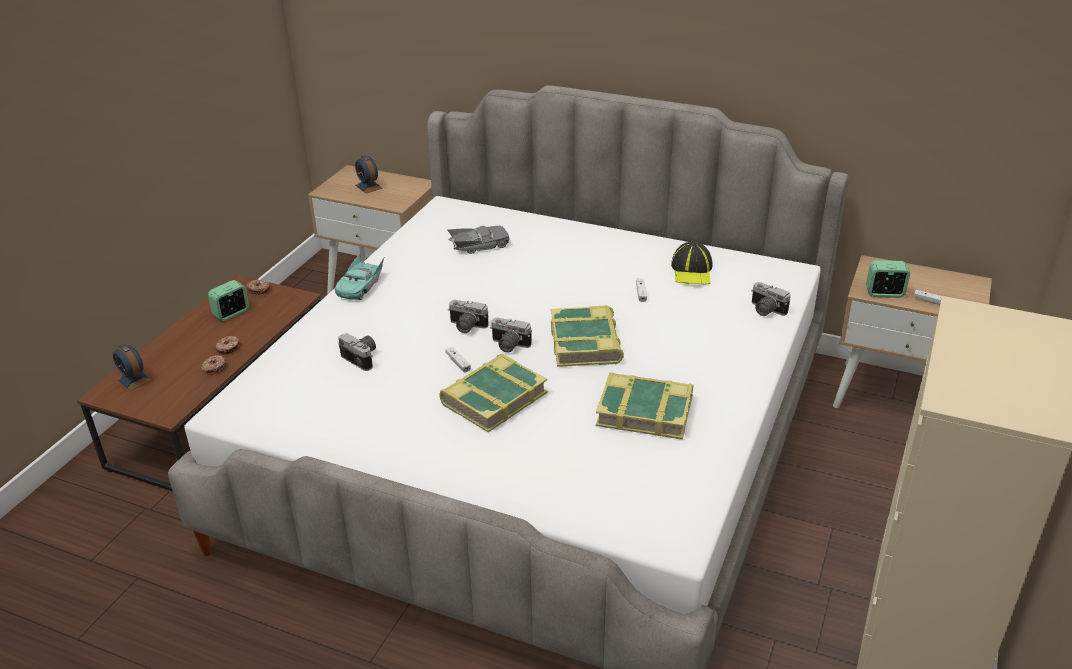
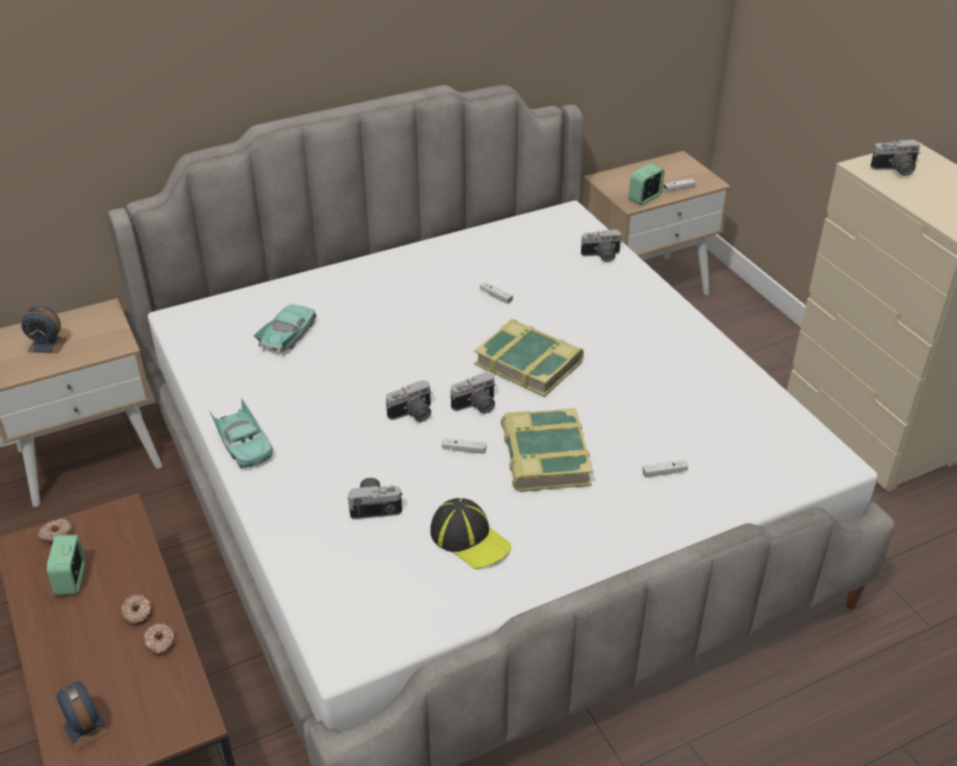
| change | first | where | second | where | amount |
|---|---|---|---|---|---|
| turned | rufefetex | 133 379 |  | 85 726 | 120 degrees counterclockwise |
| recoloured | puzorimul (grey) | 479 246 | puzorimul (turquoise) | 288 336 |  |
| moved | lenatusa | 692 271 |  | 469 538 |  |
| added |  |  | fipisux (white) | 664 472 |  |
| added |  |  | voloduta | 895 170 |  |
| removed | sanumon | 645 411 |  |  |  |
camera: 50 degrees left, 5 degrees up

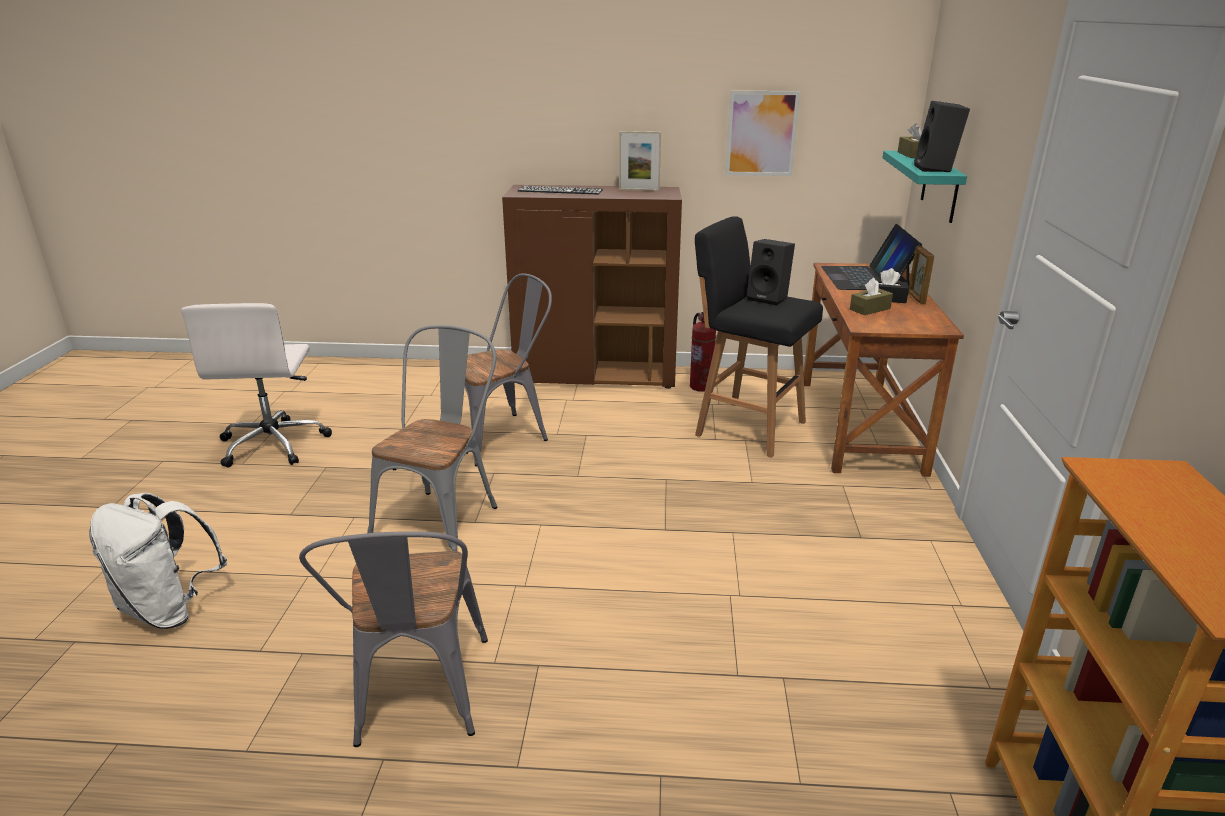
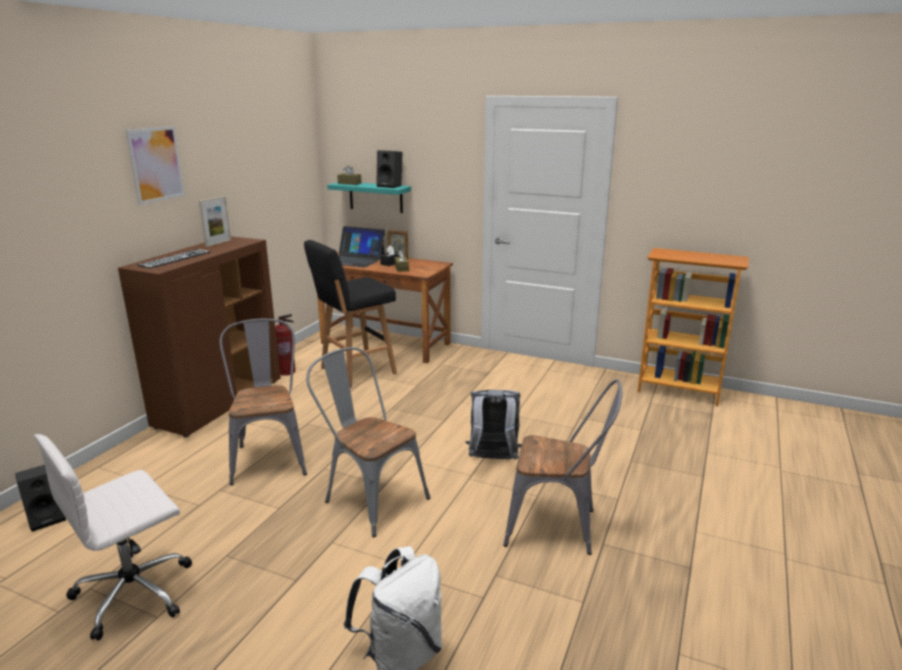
| change | first | where | second | where | amount |
|---|---|---|---|---|---|
| moved | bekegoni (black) | 769 298 |  | 48 517 |  |
| turned | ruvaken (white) | 274 444 |  | 135 592 | 120 degrees clockwise |
| moved | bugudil | 761 134 |  | 156 164 |  |
| added |  |  | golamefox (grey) | 493 460 |  |
camera: 70 degrees left, 5 degrees down

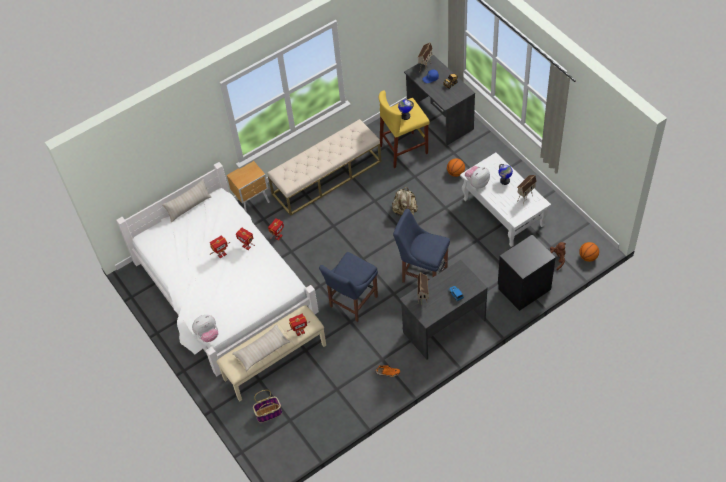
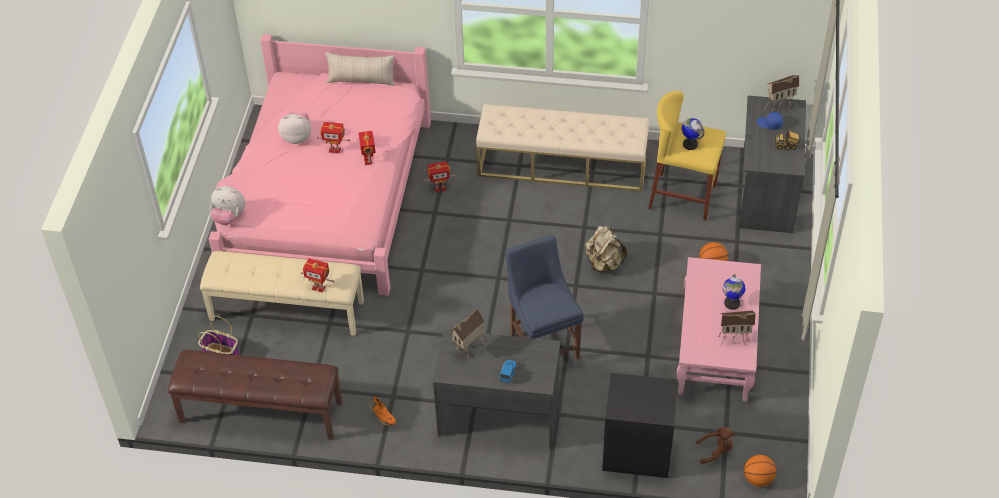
| change | first | where | second | where | amount |
|---|---|---|---|---|---|
| added |  |  | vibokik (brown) | 260 412 |  |
| recoloured | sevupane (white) | 223 288 | sevupane (pink) | 327 197 |  |
| moved | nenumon | 477 183 |  | 297 137 |  |
| recoloured | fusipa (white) | 502 212 | fusipa (pink) | 715 349 |  |
| removed | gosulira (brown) | 253 203 |  |  |  |
| removed | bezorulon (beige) | 262 350 |  |  |  |
| removed | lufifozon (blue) | 352 303 |  |  |  |
camera: 40 degrees right, 5 degrees down

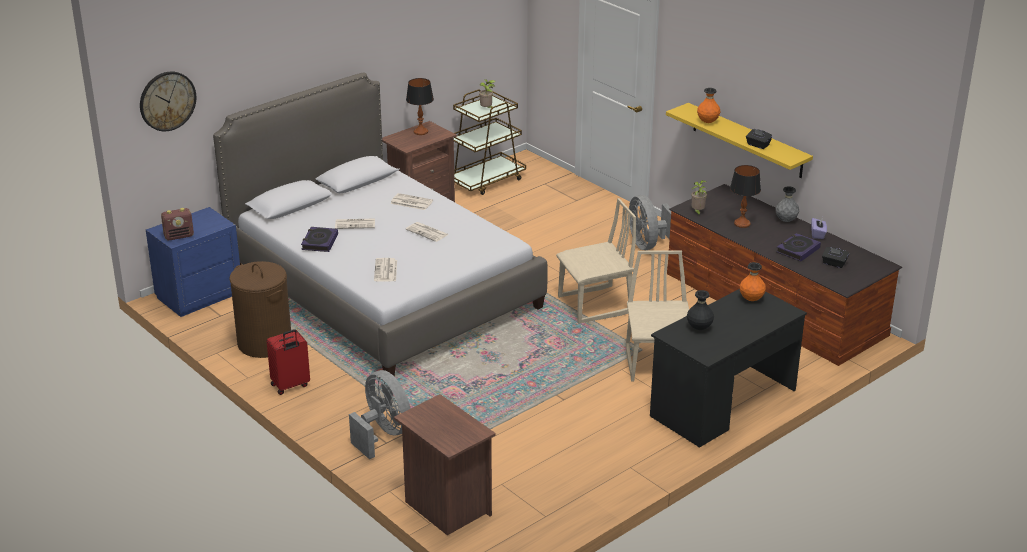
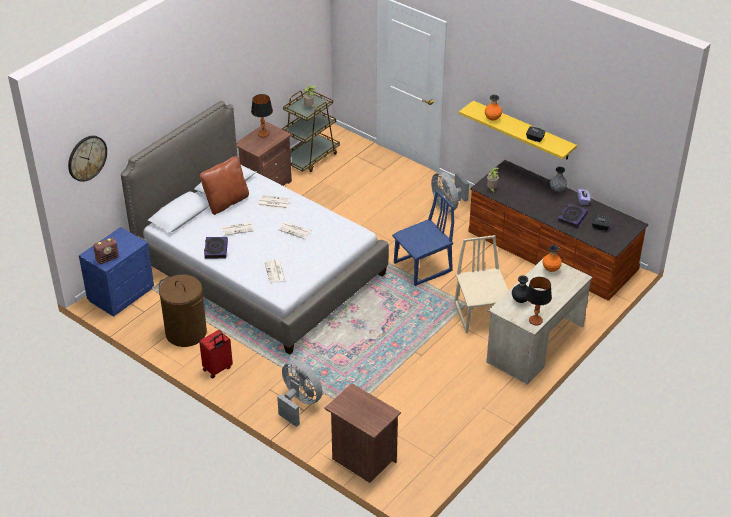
| change | first | where | second | where | amount |
|---|---|---|---|---|---|
| added |  |  | bezorulon (brown) | 226 202 |  |
| recoloured | lufifozon (beige) | 595 305 | lufifozon (blue) | 423 267 |  |
| recoloured | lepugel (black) | 723 403 | lepugel (beige) | 535 344 |  |
| moved | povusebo | 741 224 |  | 535 320 |  |
camera: 10 degrees left, 10 degrees up

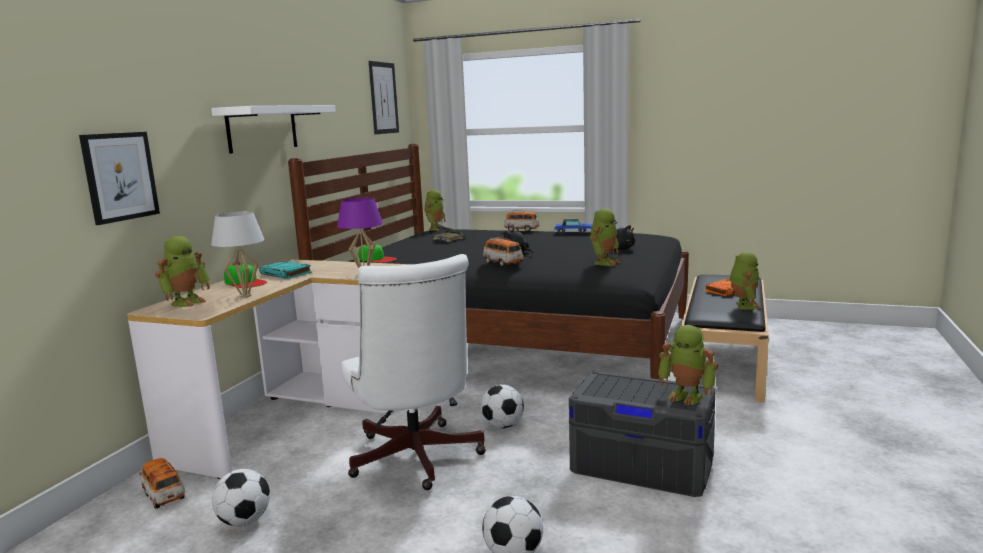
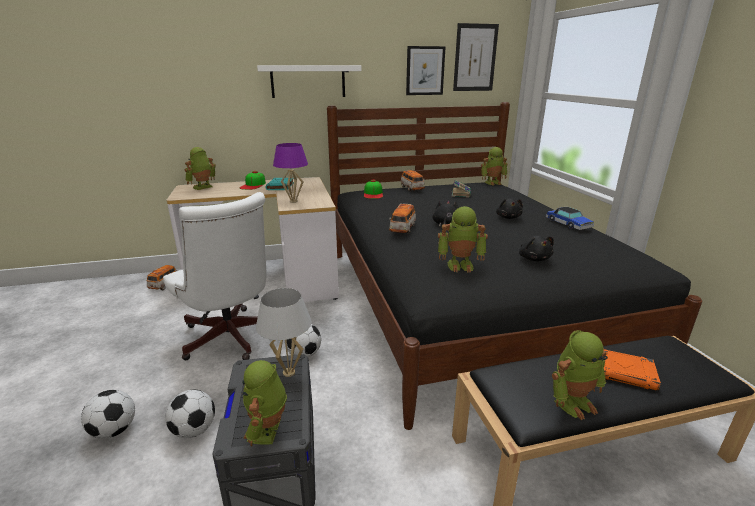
| change | first | where | second | where | amount |
|---|---|---|---|---|---|
| turned | ruvaken (white) | 416 461 |  | 231 339 | 75 degrees counterclockwise |
| moved | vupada | 244 521 |  | 194 430 |  |
| turned | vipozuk | 187 302 |  | 203 187 | 135 degrees clockwise |
| moved | povusebo (white) | 245 296 |  | 288 372 |  |
| moved | puzorimul | 521 230 |  | 412 188 |  |
| moved | bugudil | 120 176 |  | 425 71 |  |
| added |  |  | nenumon (black) | 508 217 |  |
camera: 55 degrees right, 10 degrees up

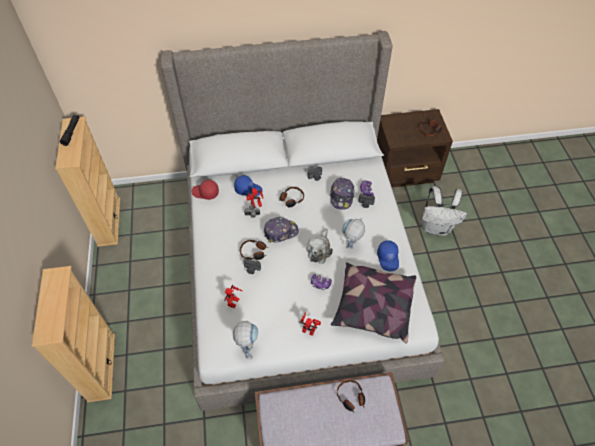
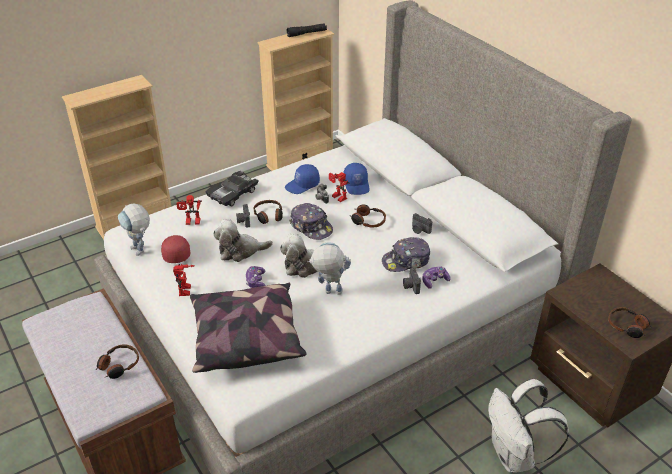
| change | first | where | second | where | amount |
|---|---|---|---|---|---|
| turned | vipozuk | 248 349 |  | 141 252 | 75 degrees clockwise |
| moved | lenatusa (red) | 205 193 |  | 176 252 |  |
| added |  |  | puzorimul (black) | 233 194 |  |
| added |  |  | nenumon | 240 251 |  |
| moved | lenatusa (blue) | 388 258 |  | 302 185 |  |
camera: 65 degrees right, 15 degrees down

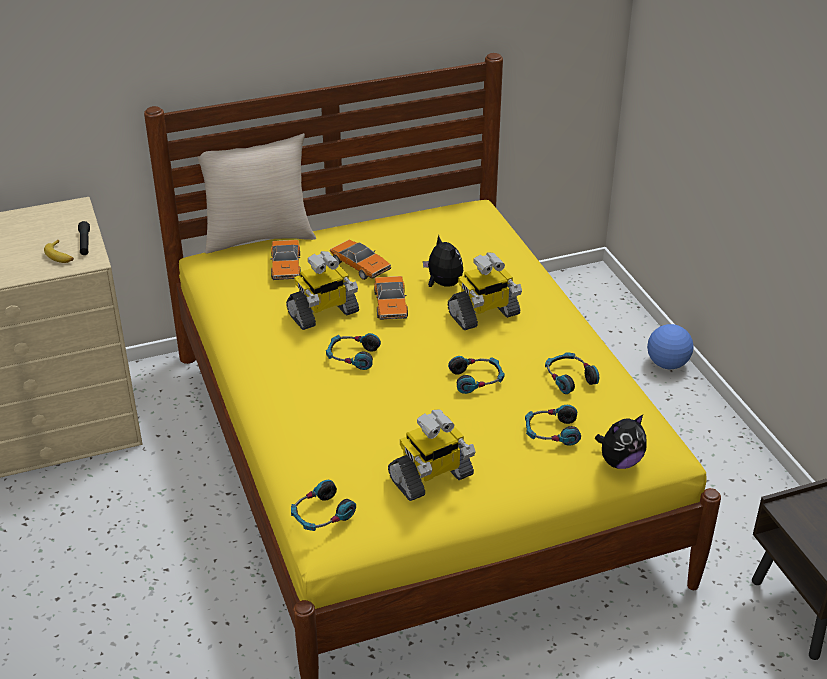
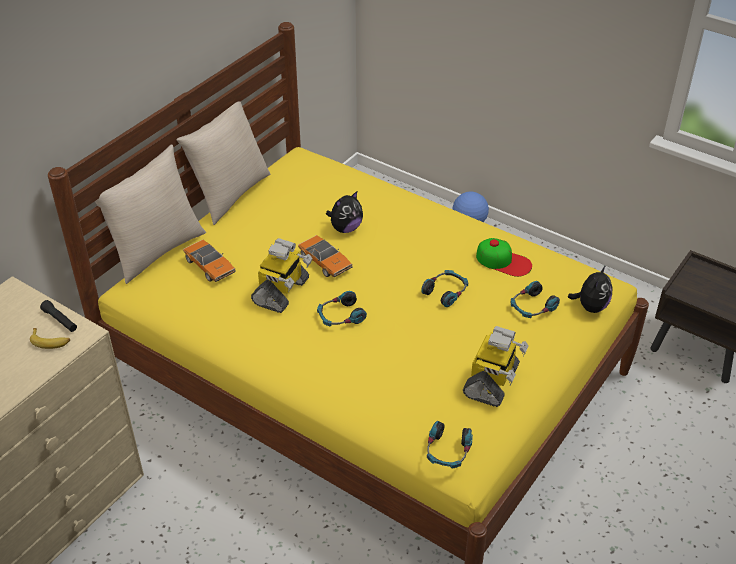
| change | first | where | second | where | amount |
|---|---|---|---|---|---|
| added |  |  | bezorulon (beige) | 230 194 |  |
| turned | nenumon | 443 284 |  | 345 228 | 120 degrees clockwise |
| replaced | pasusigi | 569 378 | lenatusa | 503 261 |  |
| removed | puzorimul | 360 266 |  |  |  |
| removed | vipozuk | 484 315 |  |  |  |
camera: 35 degrees left, 5 degrees up

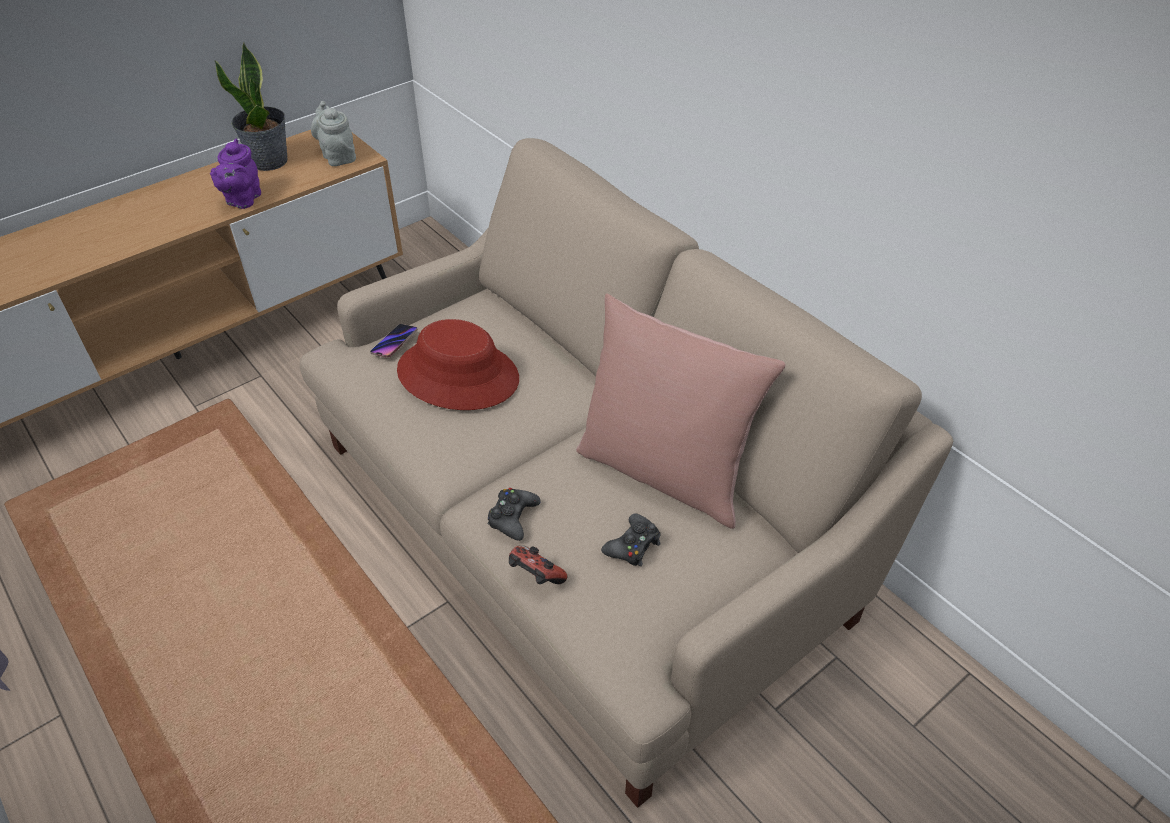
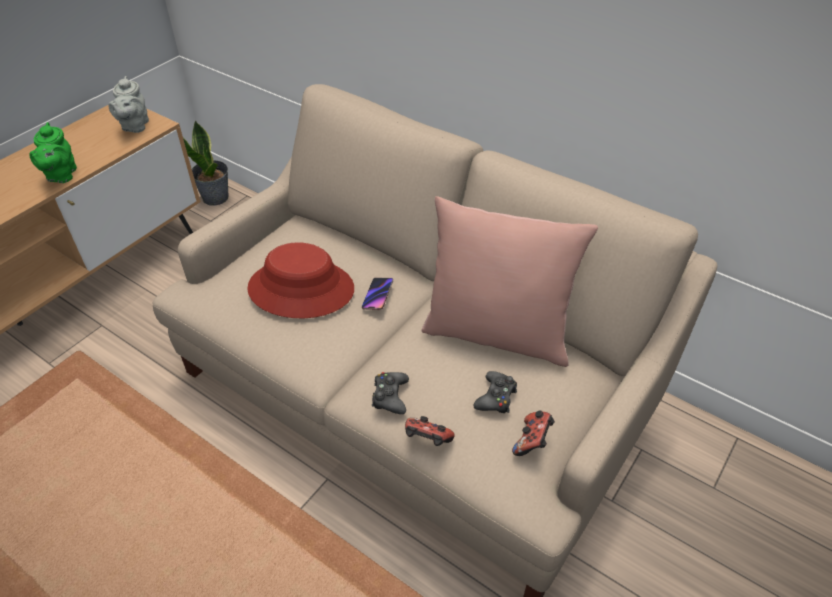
| change | first | where | second | where | amount |
|---|---|---|---|---|---|
| recoloured | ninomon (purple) | 242 200 | ninomon (green) | 61 176 |  |
| turned | ninomon (grey) | 338 156 |  | 134 126 | 135 degrees counterclockwise |
| moved | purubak | 270 161 |  | 216 197 |  |
| moved | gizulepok | 394 343 |  | 378 295 |  |
| added |  |  | fipisux | 532 441 |  |
camera: 15 degrees left, 0 degrees up

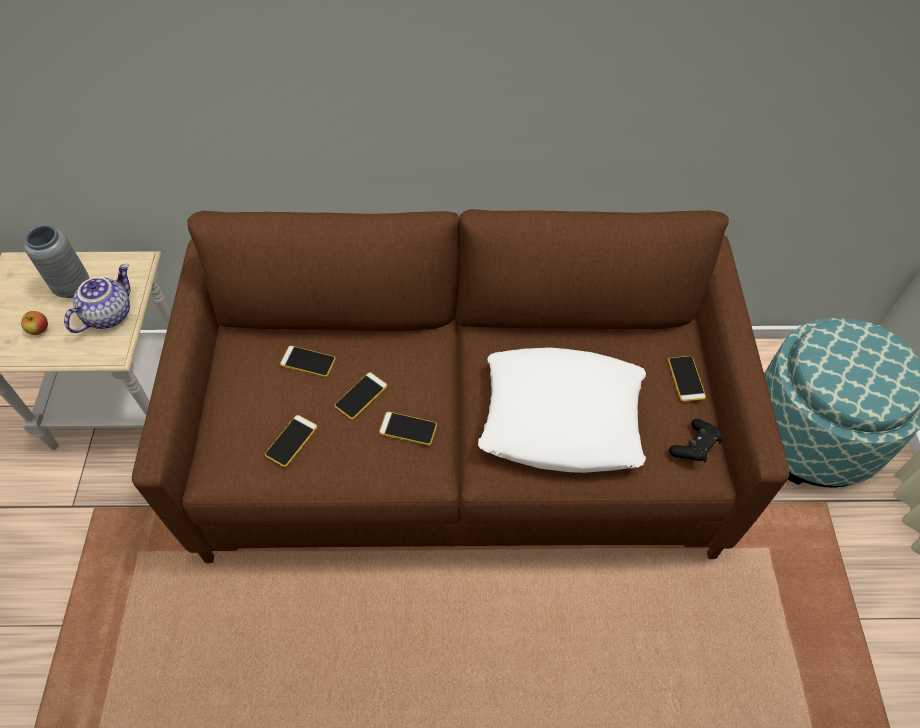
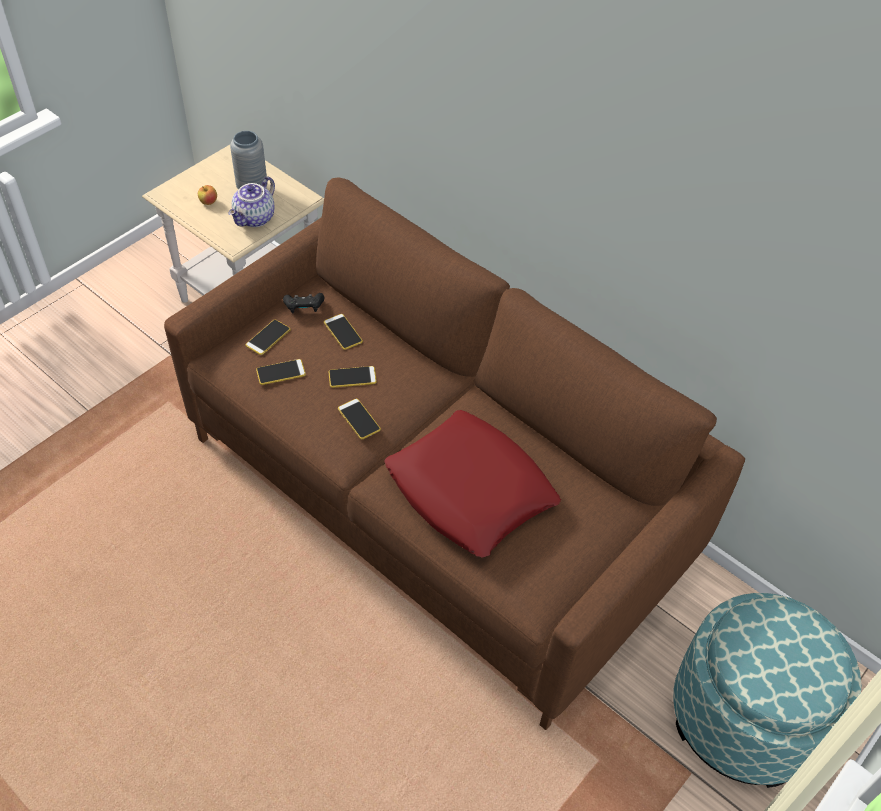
| change | first | where | second | where | amount |
|---|---|---|---|---|---|
| turned | ninomon | 108 314 |  | 255 219 | 135 degrees clockwise |
| moved | gizulepok | 686 379 |  | 268 337 |  |
| moved | fipisux (black) | 695 447 |  | 304 308 |  |
| recoloured | bezorulon (white) | 562 417 | bezorulon (red) | 470 490 |  |
camera: 40 degrees right, 5 degrees down

